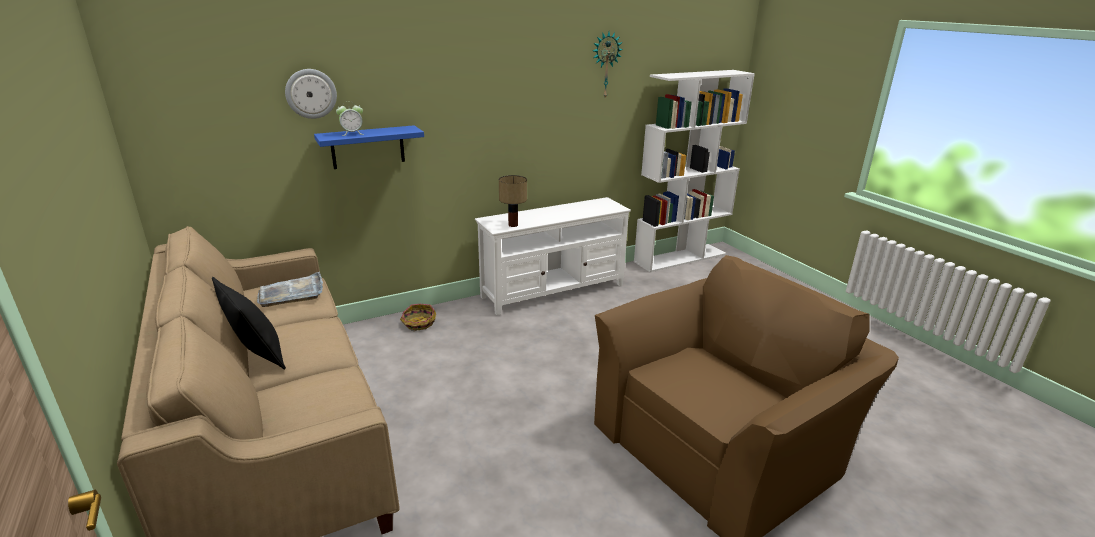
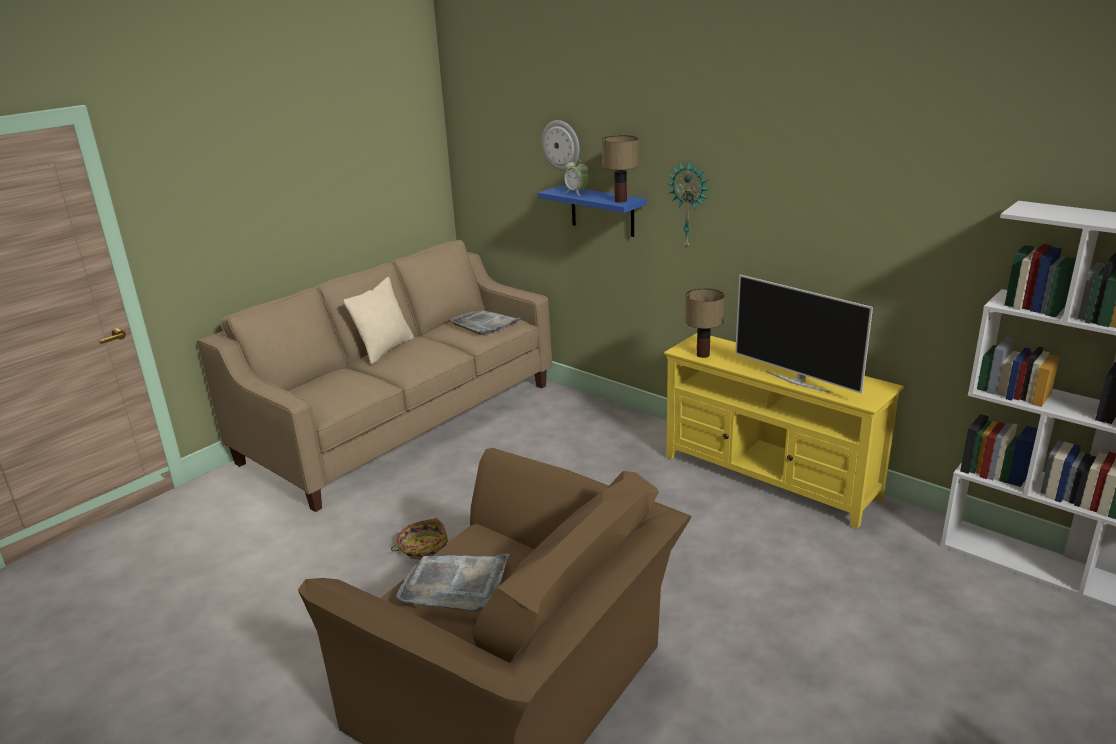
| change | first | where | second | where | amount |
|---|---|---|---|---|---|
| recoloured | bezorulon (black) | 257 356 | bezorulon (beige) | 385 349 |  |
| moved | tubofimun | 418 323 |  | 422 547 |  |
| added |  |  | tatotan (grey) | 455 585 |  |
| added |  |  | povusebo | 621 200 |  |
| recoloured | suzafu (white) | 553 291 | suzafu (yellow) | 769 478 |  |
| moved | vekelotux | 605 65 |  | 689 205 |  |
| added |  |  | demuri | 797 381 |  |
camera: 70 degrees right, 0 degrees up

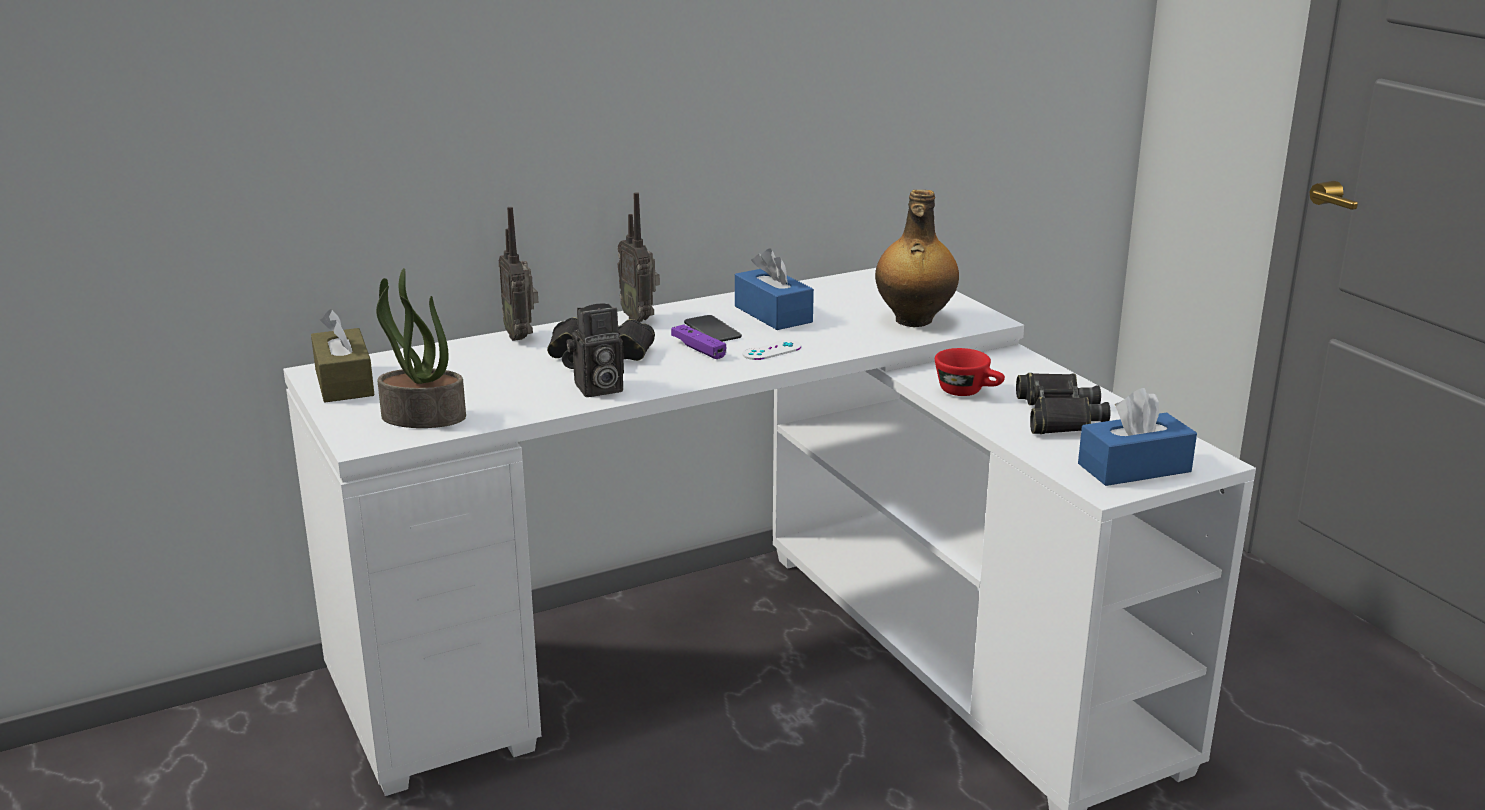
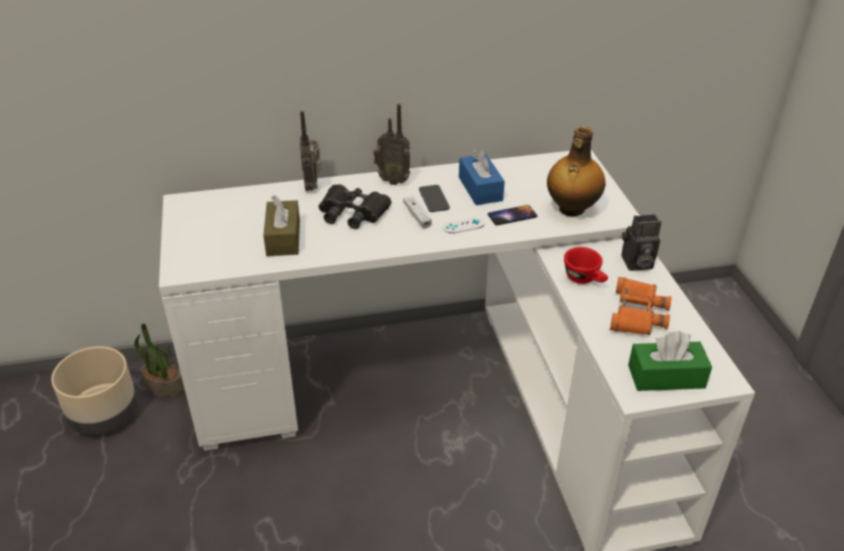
| change | first | where | second | where | amount |
|---|---|---|---|---|---|
| added |  |  | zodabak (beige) | 104 414 |  |
| moved | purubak | 422 418 |  | 163 387 |  |
| moved | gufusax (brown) | 344 382 |  | 283 238 |  |
| turned | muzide | 640 318 |  | 393 180 | 60 degrees counterclockwise |
| recoloured | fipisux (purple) | 698 349 | fipisux (white) | 417 216 |  |
| added |  |  | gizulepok | 512 215 |  |
| recoloured | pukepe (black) | 1058 415 | pukepe (orange) | 636 313 |  |
| moved | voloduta | 597 389 |  | 636 263 |  |
| recoloured | gufusax (blue) | 1134 468 | gufusax (green) | 666 376 |  |
camera: 15 degrees right, 15 degrees up

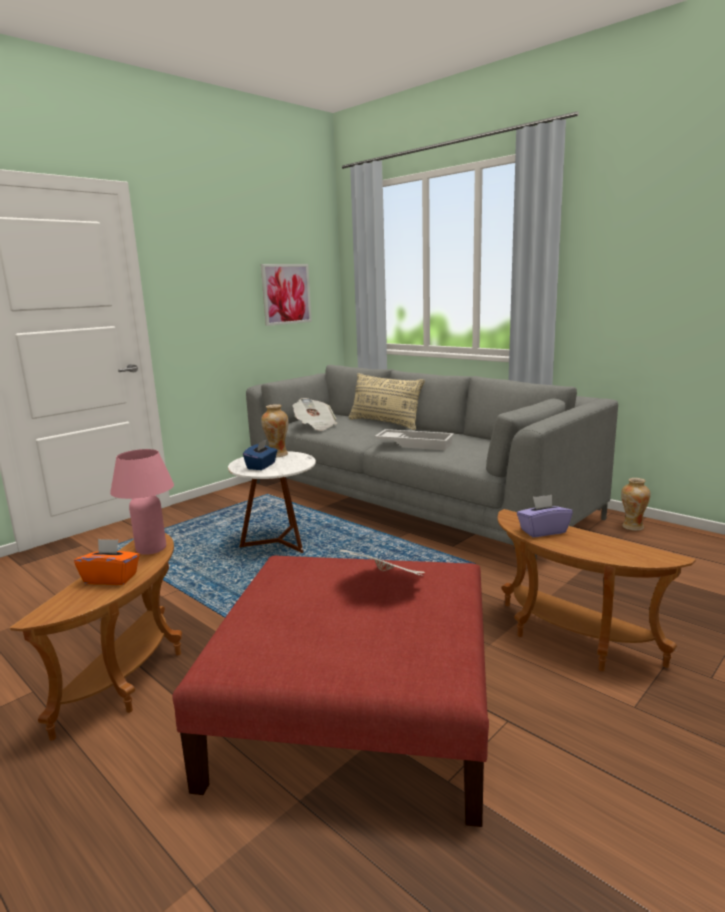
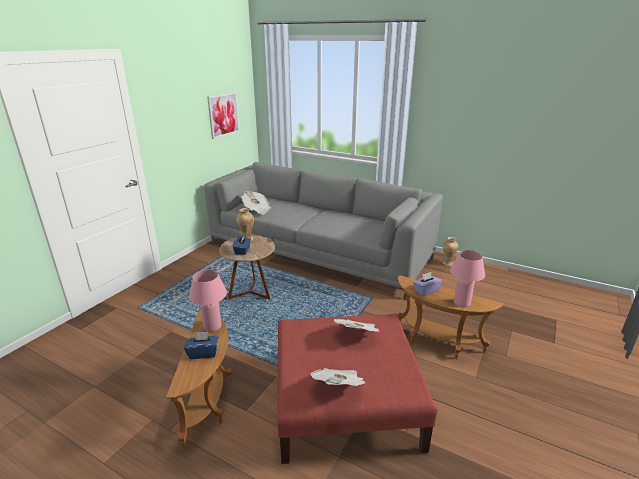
| change | first | where | second | where | amount |
|---|---|---|---|---|---|
| recoloured | gufusax (orange) | 111 578 | gufusax (blue) | 203 353 |  |
| recoloured | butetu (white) | 278 543 | butetu (brown) | 251 293 |  |
| added |  |  | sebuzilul | 339 387 |  |
| added |  |  | povusebo (pink) | 461 303 |  |
| removed | bezorulon (beige) | 384 423 |  |  |  |
| removed | tatotan (white) | 415 444 |  |  |  |
camera: 15 degrees left, 10 degrees up

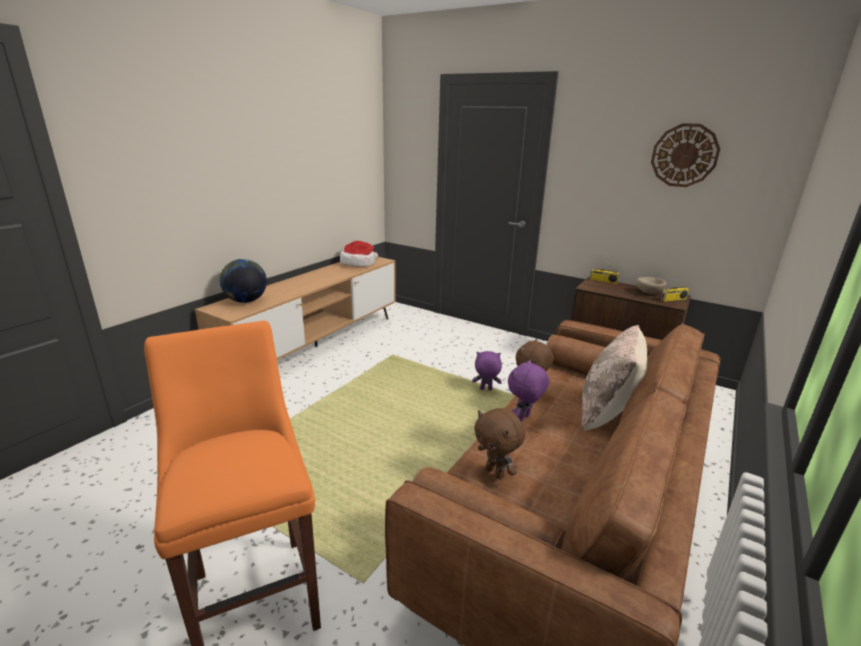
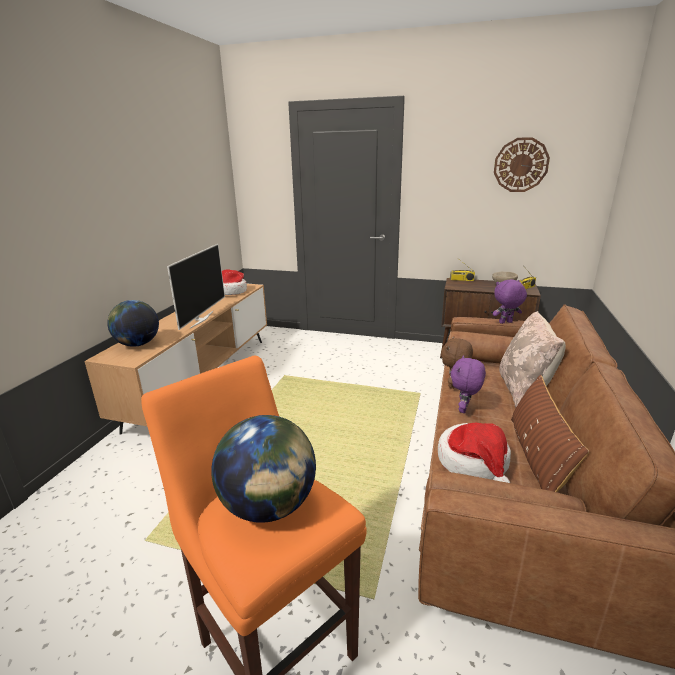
| change | first | where | second | where | amount |
|---|---|---|---|---|---|
| added |  |  | demuri | 201 319 |  |
| added |  |  | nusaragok | 269 506 |  |
| replaced | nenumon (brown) | 495 472 | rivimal | 474 462 |  |
| moved | nenumon (purple) | 485 390 |  | 505 323 |  |
| added |  |  | bezorulon (brown) | 537 457 |  |
camera: 15 degrees left, 0 degrees up

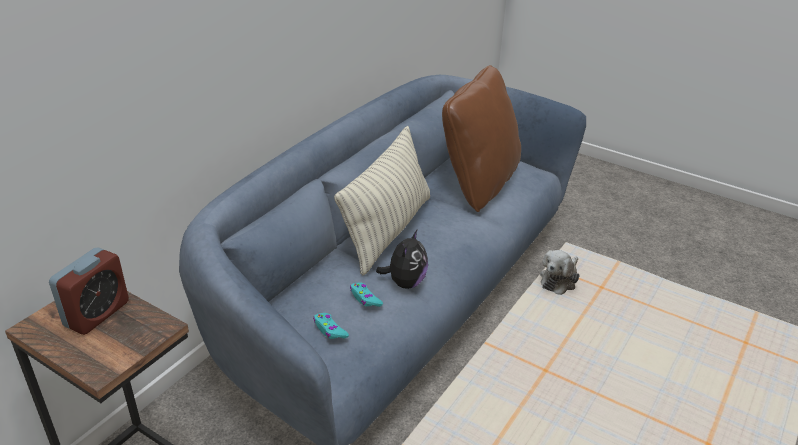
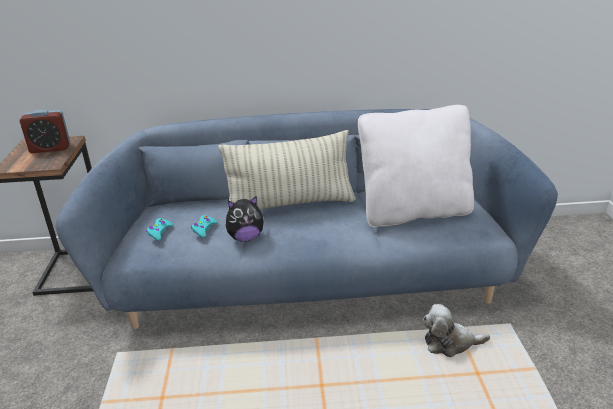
| change | first | where | second | where | amount |
|---|---|---|---|---|---|
| recoloured | bezorulon (brown) | 479 183 | bezorulon (white) | 414 212 |  |
camera: 55 degrees right, 5 degrees down

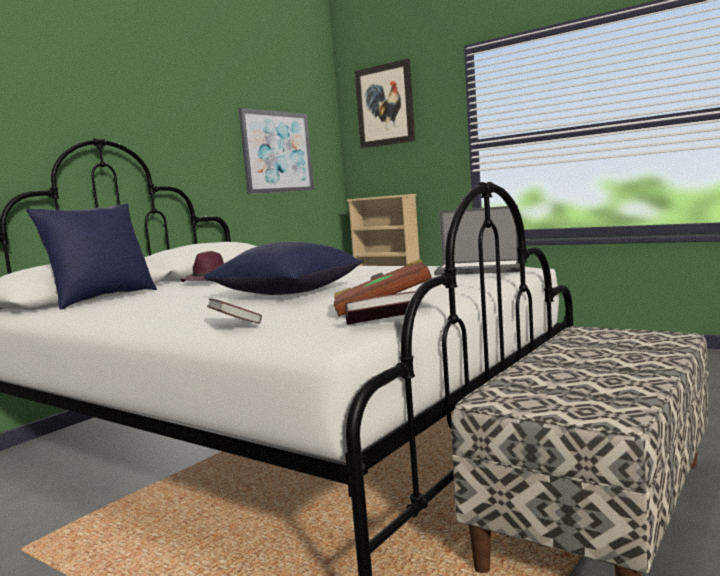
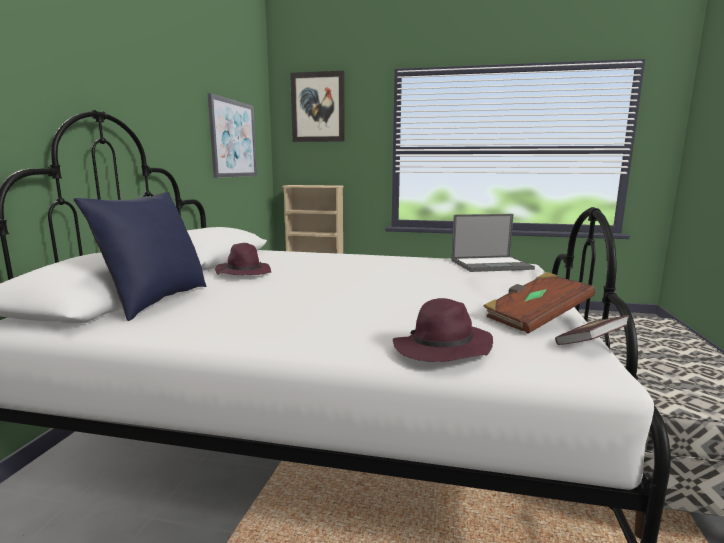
| change | first | where | second | where | amount |
|---|---|---|---|---|---|
| replaced | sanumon | 235 325 | rivimal (purple) | 442 350 |  |
| removed | bezorulon (blue) | 288 294 |  |  |  |
camera: 25 degrees left, 5 degrees up

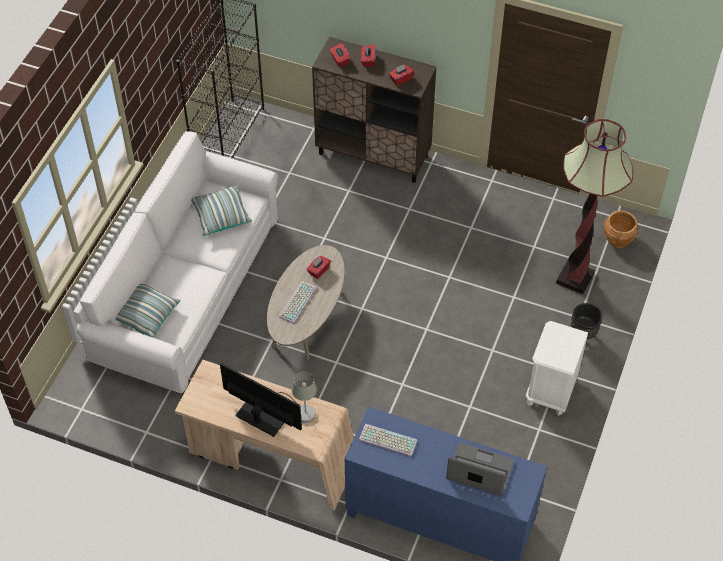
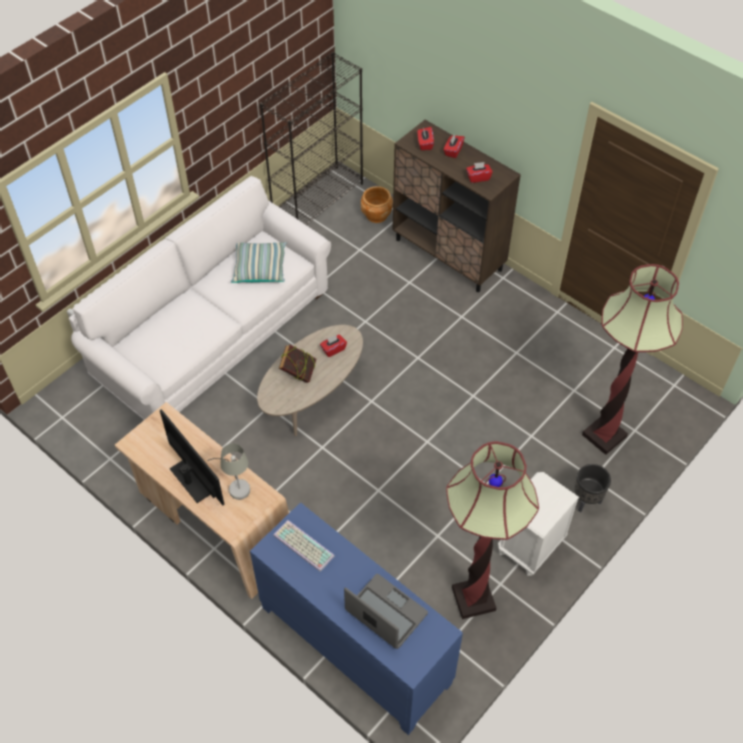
| change | first | where | second | where | amount |
|---|---|---|---|---|---|
| replaced | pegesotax | 297 301 | sanumon | 298 373 |  |
| moved | zodabak (brown) | 618 239 |  | 376 215 |  |
| added |  |  | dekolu | 473 599 |  |
| removed | bezorulon | 145 315 |  |  |  |
camera: 20 degrees right, 0 degrees up

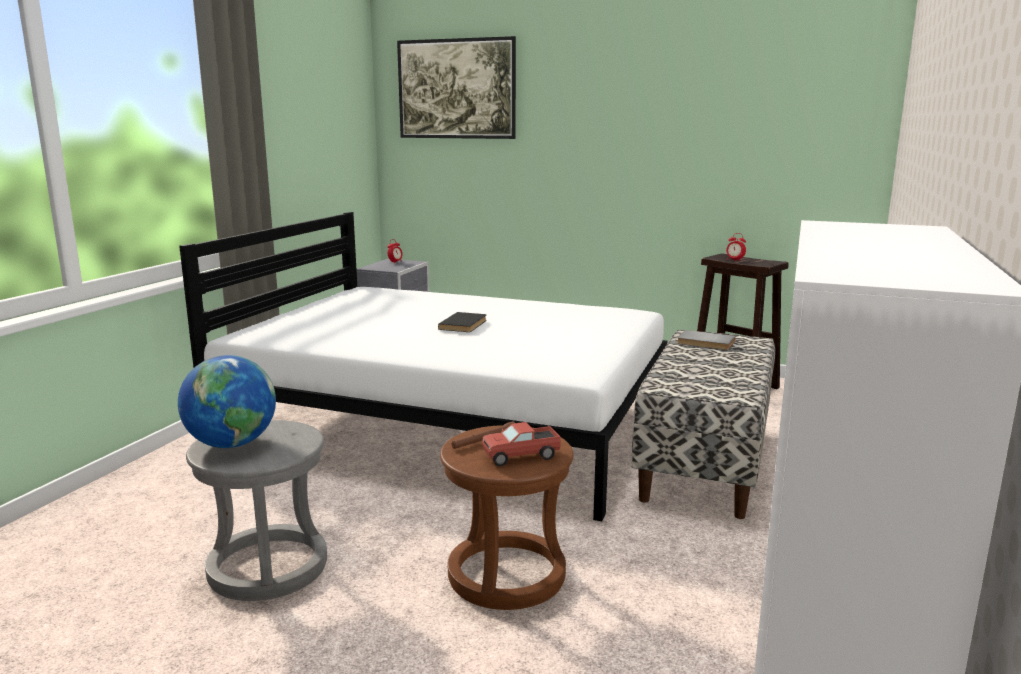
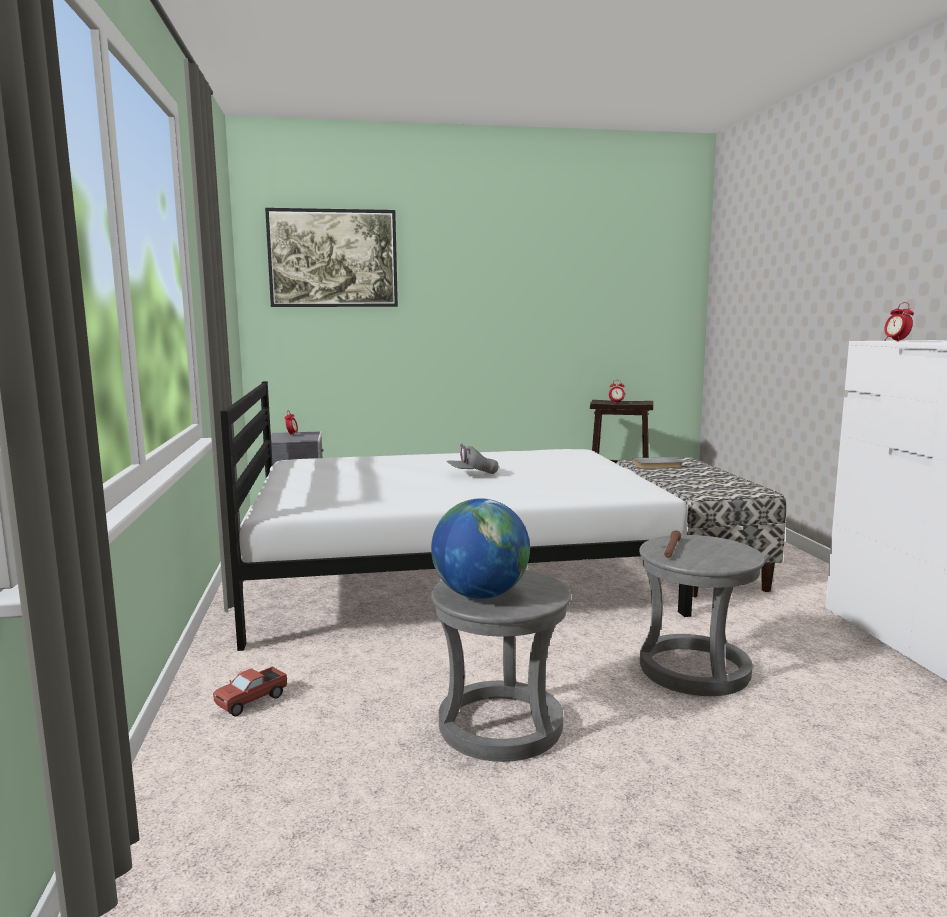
| change | first | where | second | where | amount |
|---|---|---|---|---|---|
| moved | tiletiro | 521 456 |  | 252 701 |  |
| replaced | sanumon (black) | 465 325 | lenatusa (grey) | 472 474 |  |
| recoloured | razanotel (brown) | 507 574 | razanotel (grey) | 694 669 |  |
| added |  |  | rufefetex | 896 341 |  |
camera: 30 degrees left, 5 degrees down

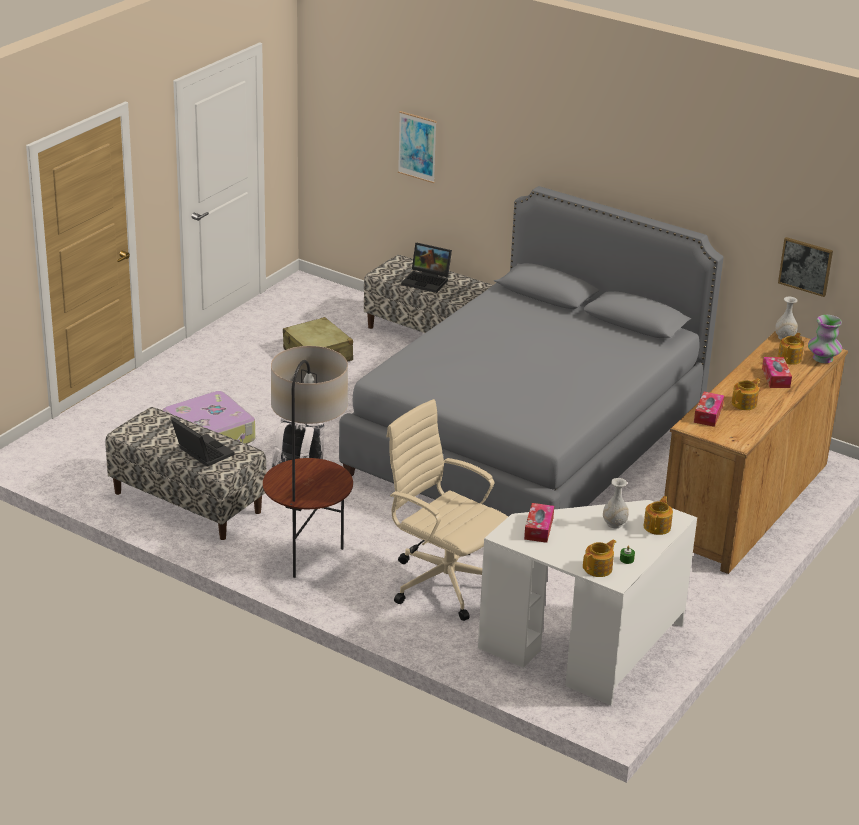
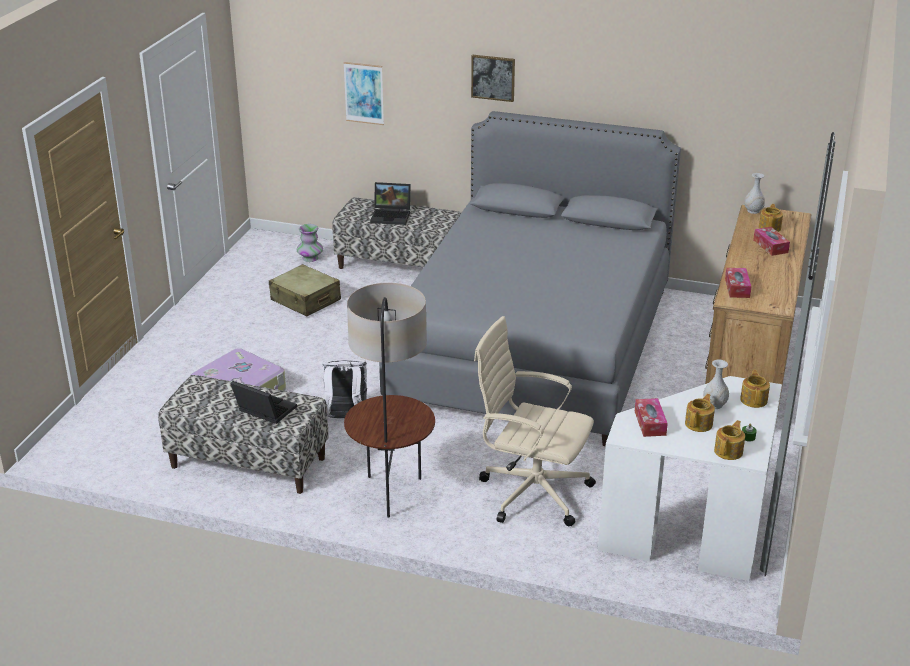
| change | first | where | second | where | amount |
|---|---|---|---|---|---|
| moved | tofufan | 823 358 |  | 310 258 |  |
| moved | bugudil | 805 266 |  | 493 77 |  |
| moved | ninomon | 744 403 |  | 699 424 |  |
camera: 15 degrees left, 0 degrees up

